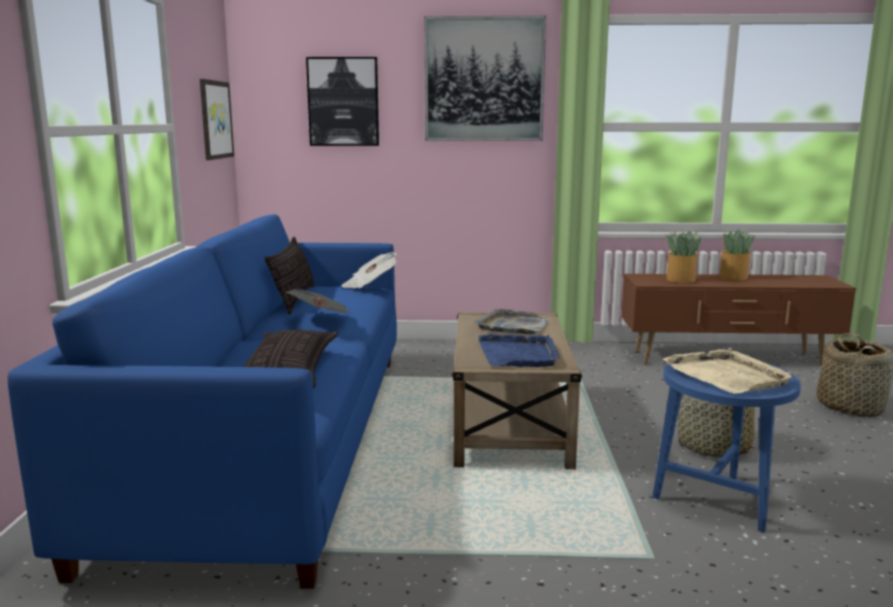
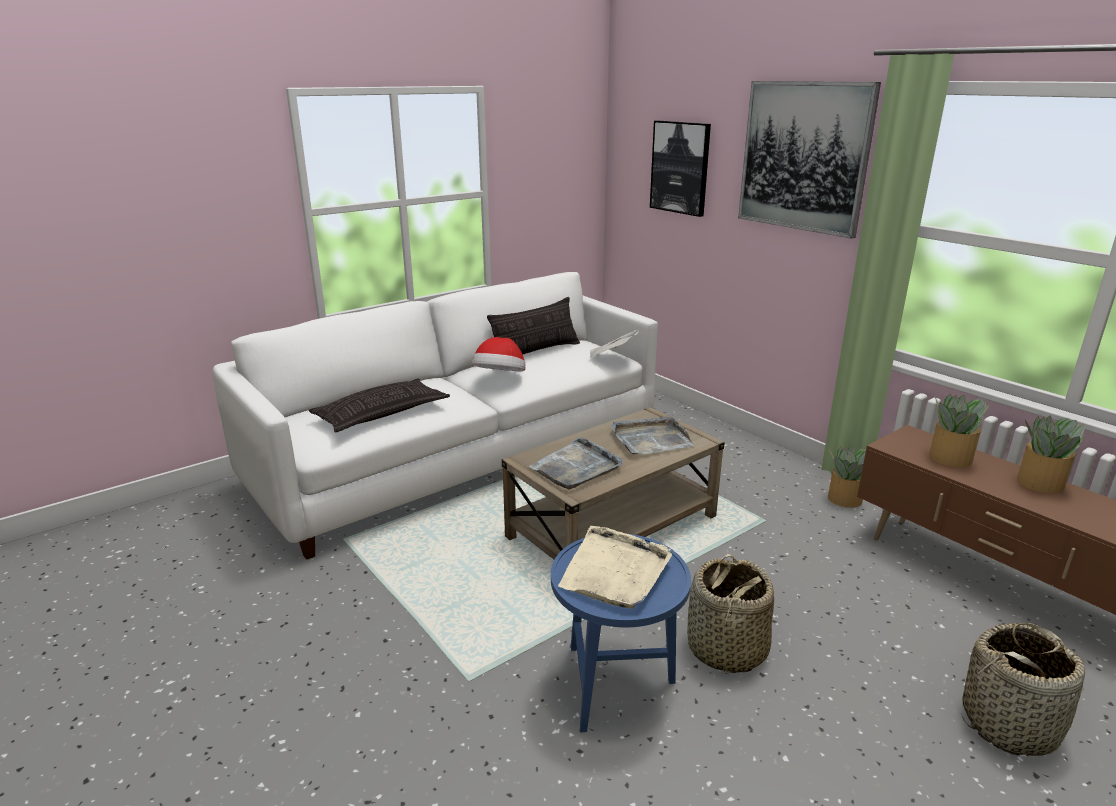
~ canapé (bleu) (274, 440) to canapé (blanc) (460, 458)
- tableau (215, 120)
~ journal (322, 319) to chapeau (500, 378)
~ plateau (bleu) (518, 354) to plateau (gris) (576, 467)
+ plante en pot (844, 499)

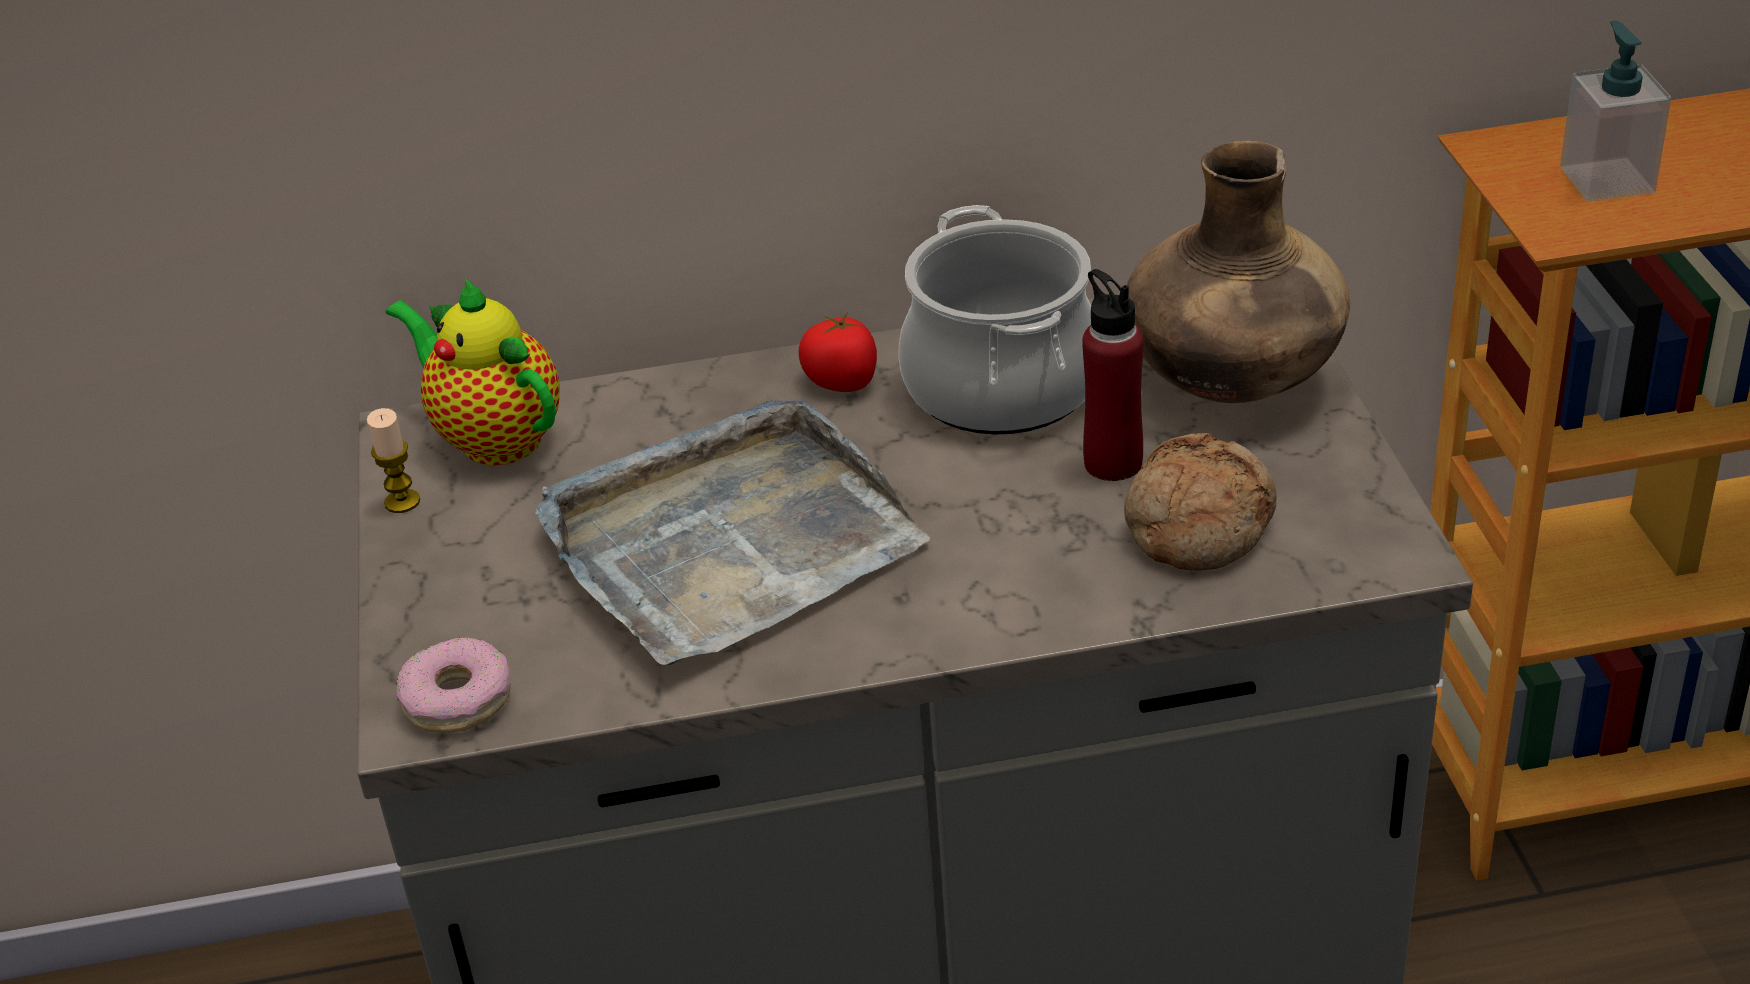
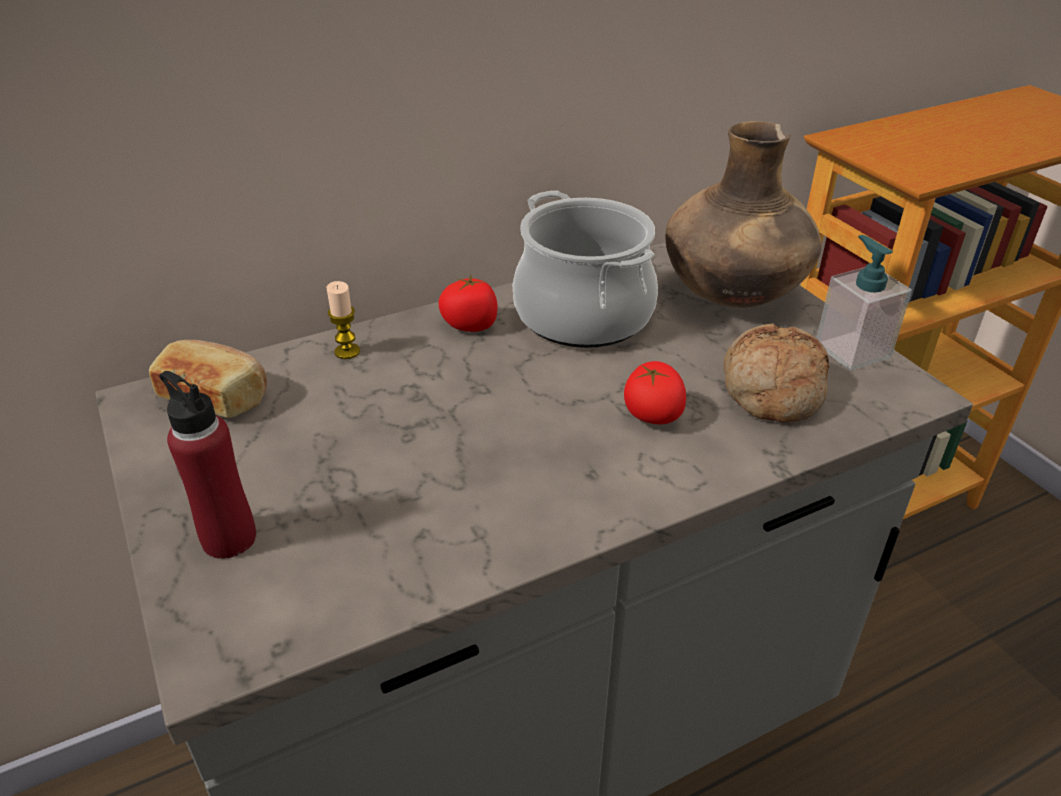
~ bougie (402, 502) to (347, 351)
~ théière (494, 437) to pain (215, 396)
- beignet (457, 699)
- plateau (gris) (728, 542)
~ bouteille (rouge) (1113, 463) to (229, 538)
~ distributeur de savon (1606, 179) to (852, 351)
+ tomate (652, 415)

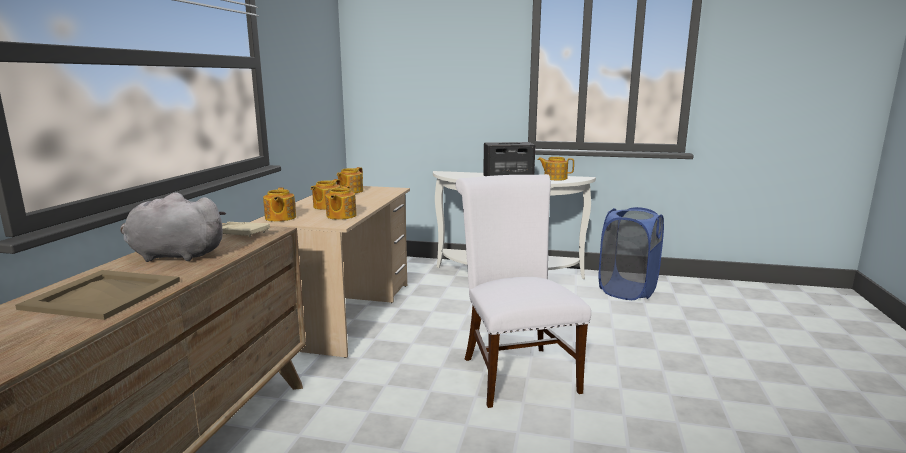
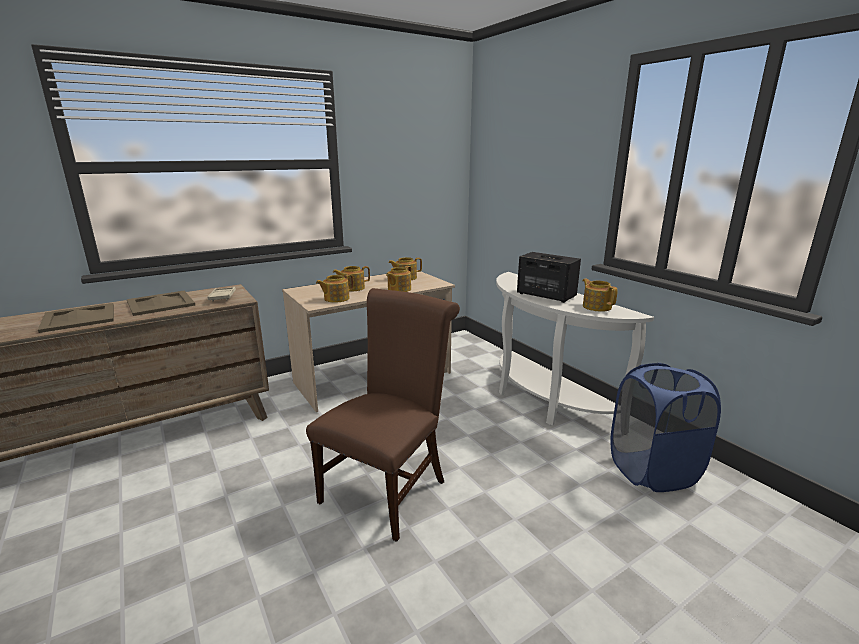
~ peluche (gris) (173, 256) to plateau (beige) (160, 303)
~ théière (280, 218) to (398, 289)
~ chaise (blanc) (516, 371) to chaise (marron) (388, 487)

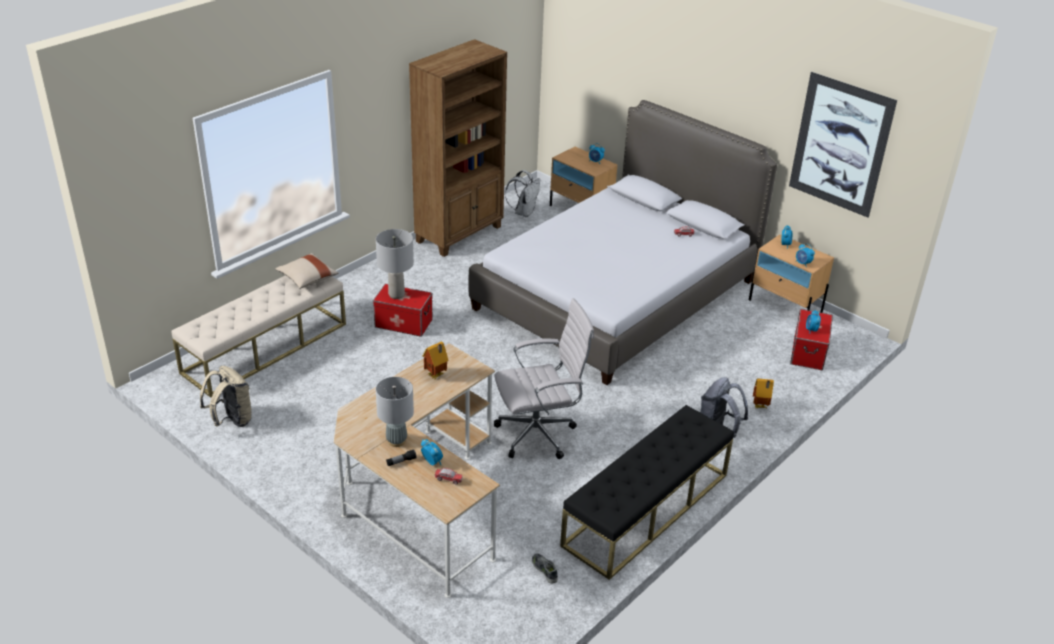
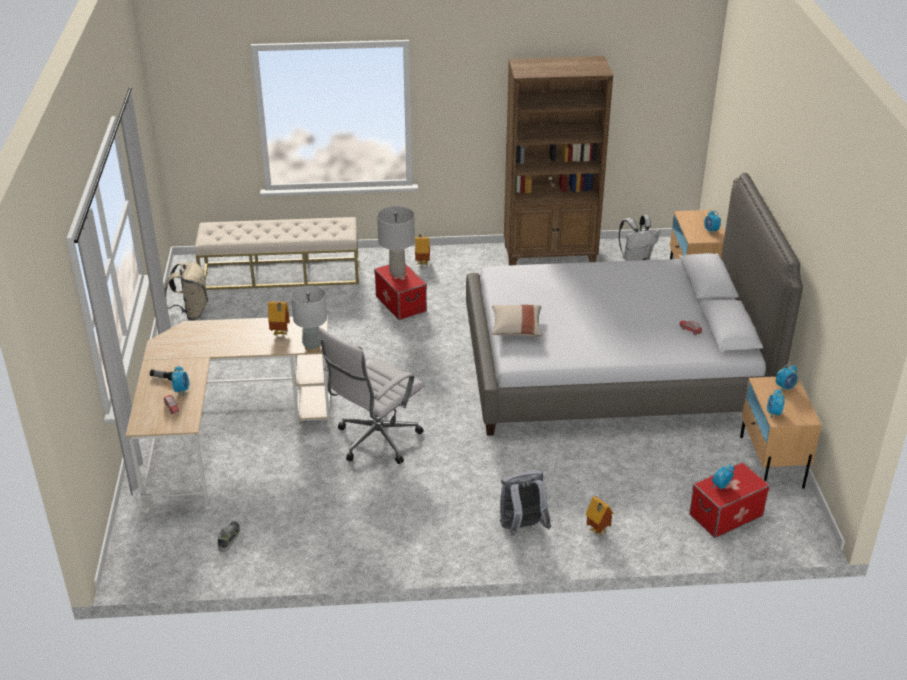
~ coussin (beige) (307, 279) to (516, 329)
~ lampe de table (gris) (396, 441) to (312, 347)
~ chaise de bureau (blanc) (539, 434) = (375, 441) 105 degrees clockwise
- banc (noir) (646, 510)
- tableau (840, 145)
+ maison miniature (422, 263)

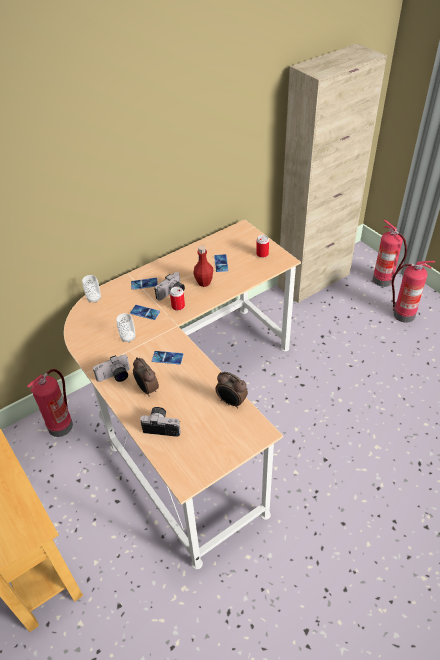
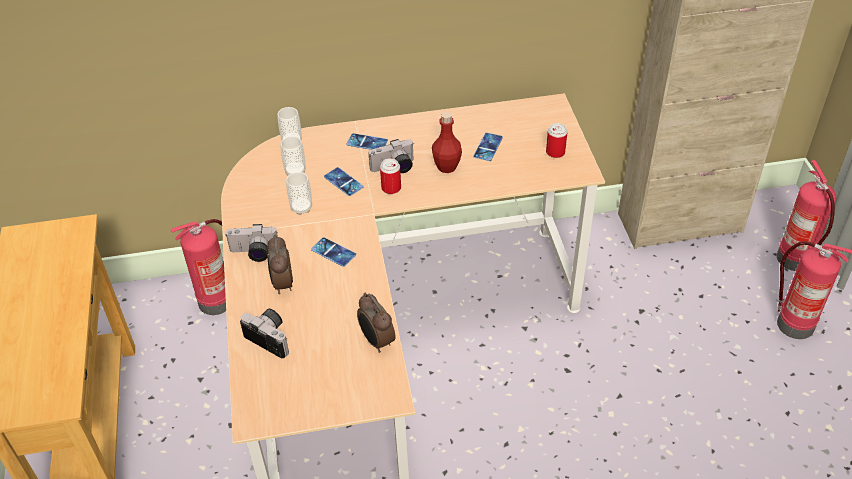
+ tasse (295, 171)

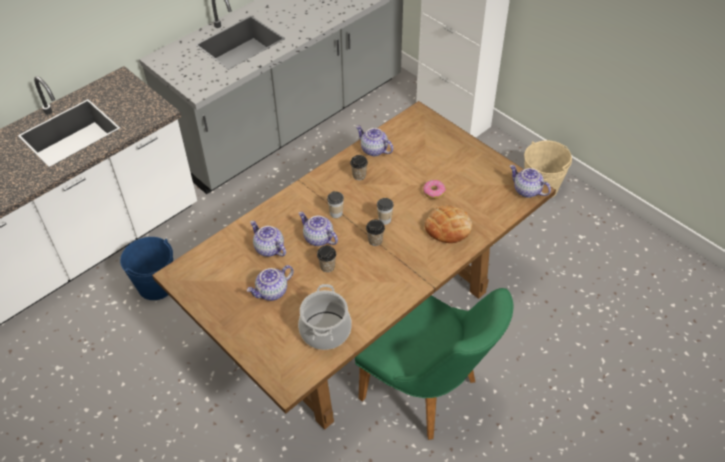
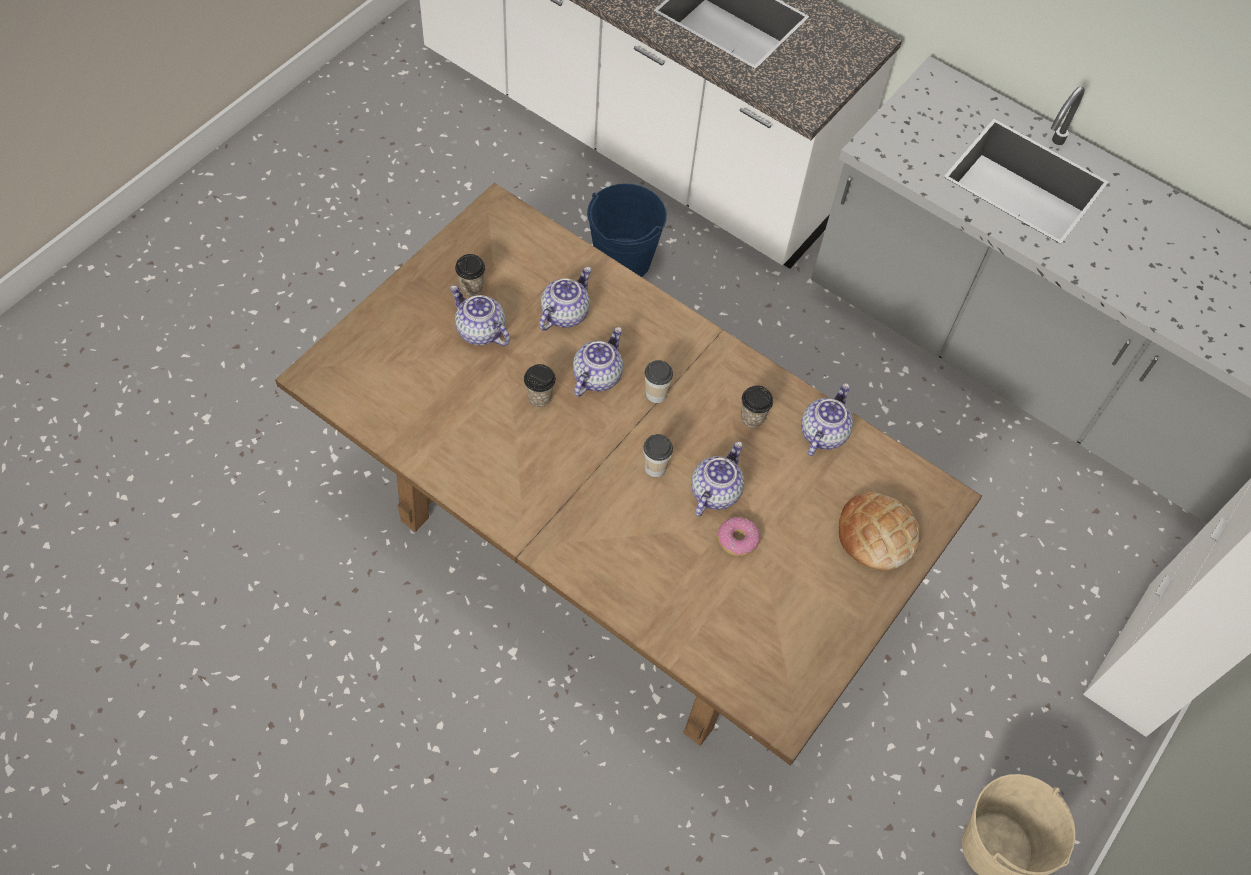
- marmite (325, 330)
- chaise (vert) (428, 393)
~ tasse (375, 240) to (471, 287)
~ pain (448, 227) to (876, 535)
~ théière (526, 190) to (714, 491)

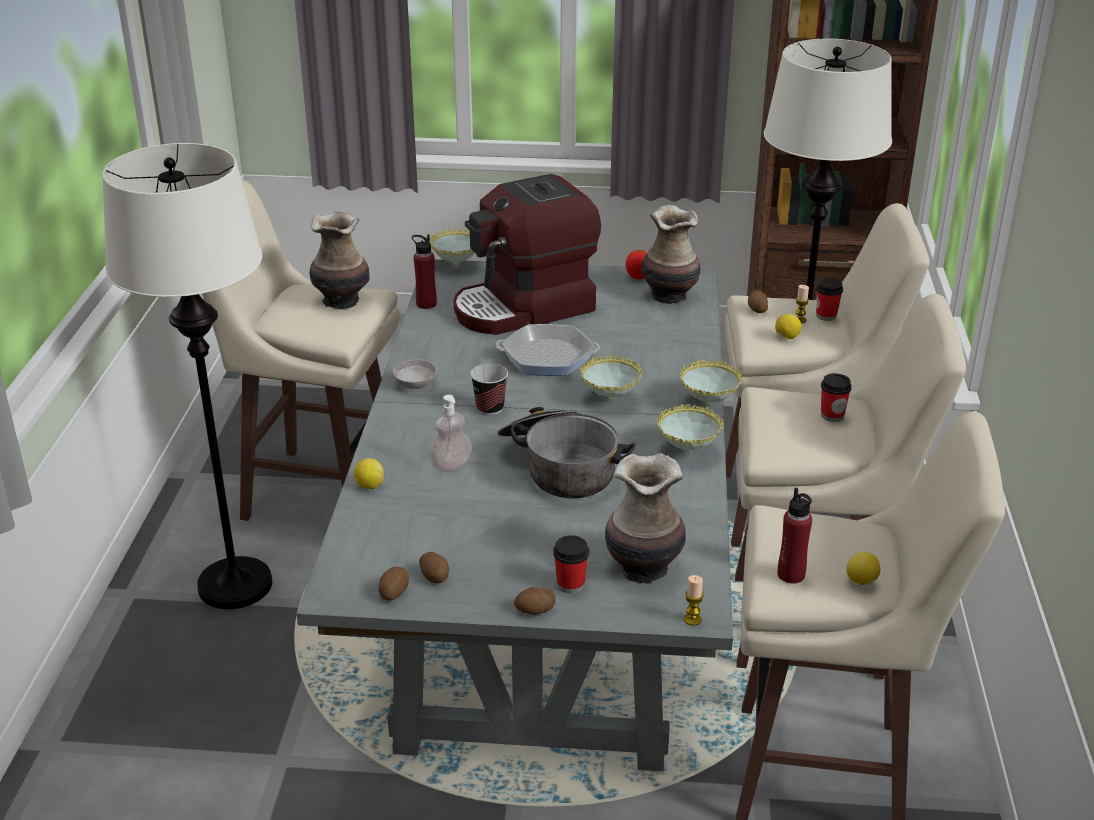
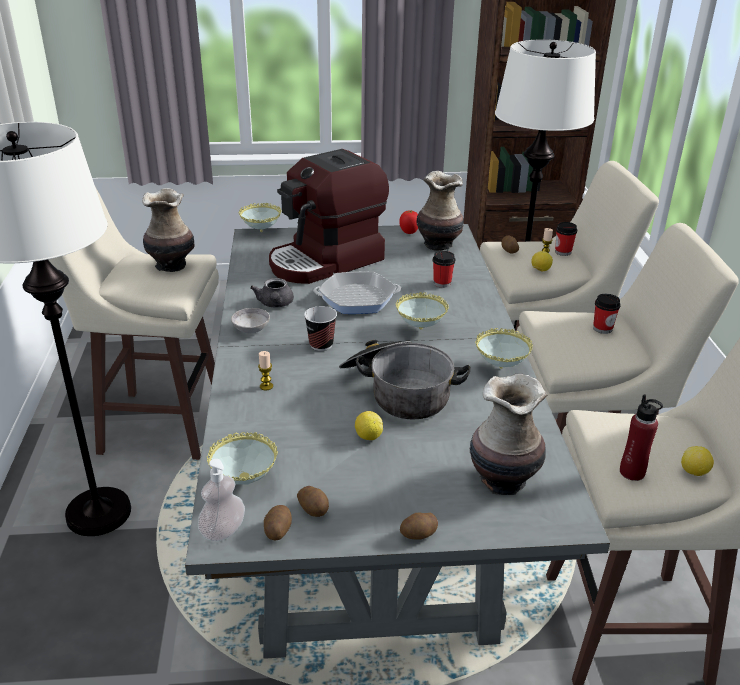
~ citron (369, 485) to (368, 436)
- bouteille (rouge) (426, 304)
~ distributeur de savon (451, 465) to (223, 531)
~ tasse (570, 584) to (442, 283)
~ bol (708, 404) to (245, 482)
~ bougie (692, 619) to (266, 386)
+ théière (gris) (275, 304)

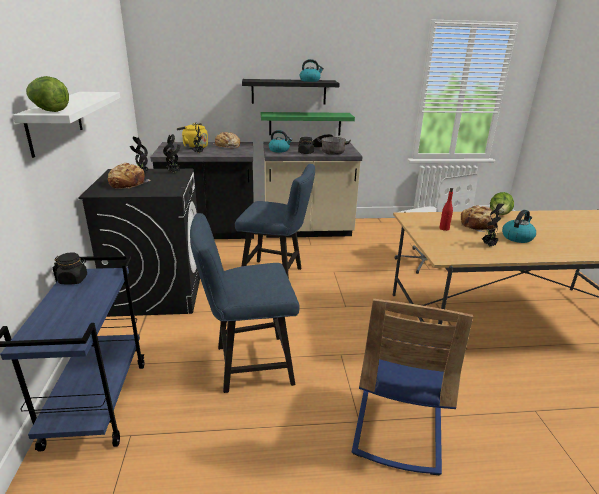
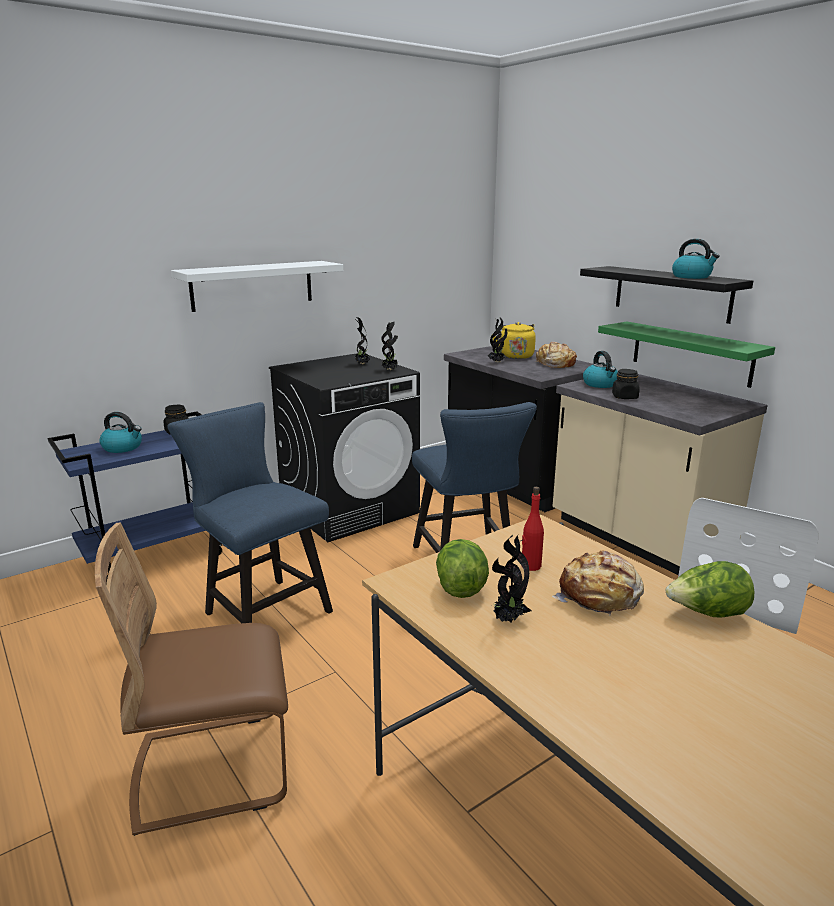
~ laitue (49, 111) to (460, 586)
- pain (128, 183)
- marmite (329, 151)
~ chaise (bleu) (398, 426) to chaise (marron) (213, 769)
~ bouilloire (517, 237) to (123, 447)

